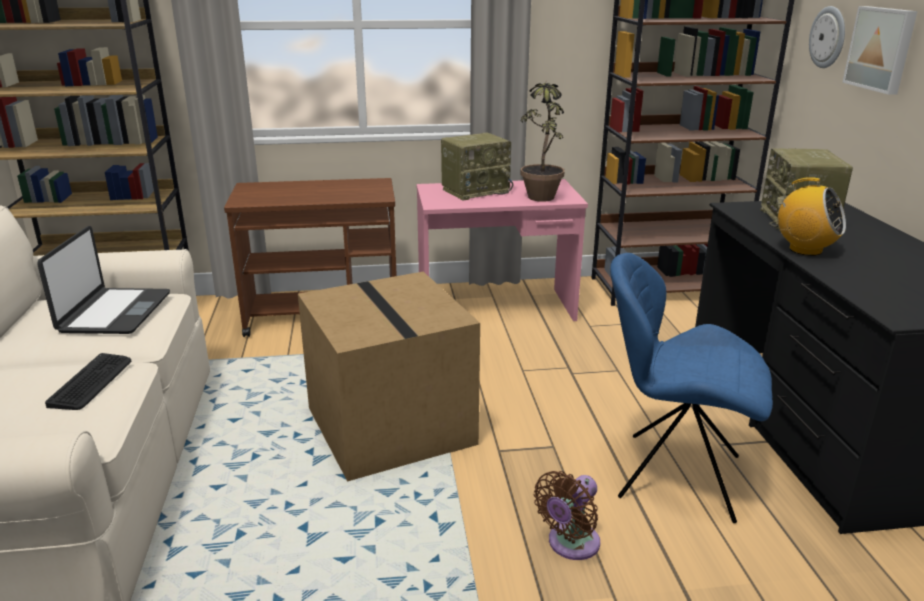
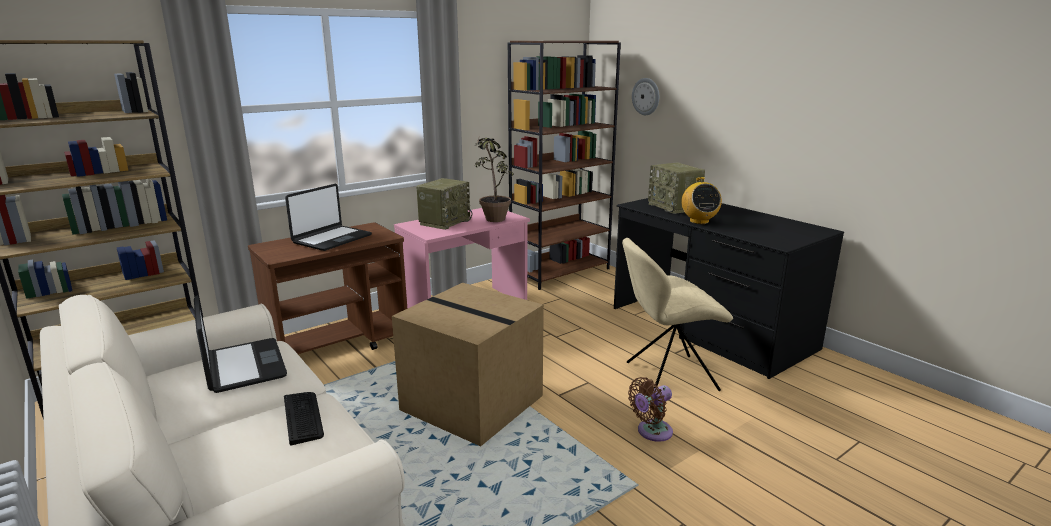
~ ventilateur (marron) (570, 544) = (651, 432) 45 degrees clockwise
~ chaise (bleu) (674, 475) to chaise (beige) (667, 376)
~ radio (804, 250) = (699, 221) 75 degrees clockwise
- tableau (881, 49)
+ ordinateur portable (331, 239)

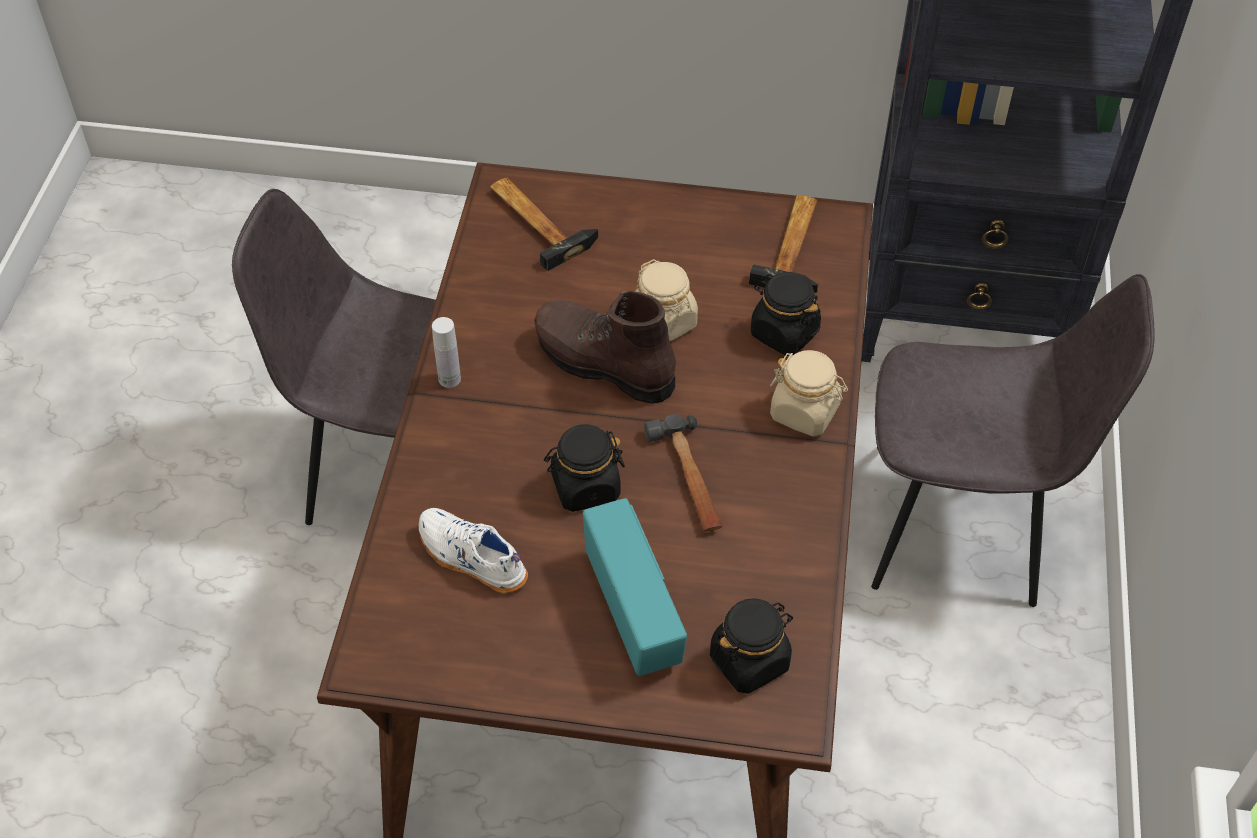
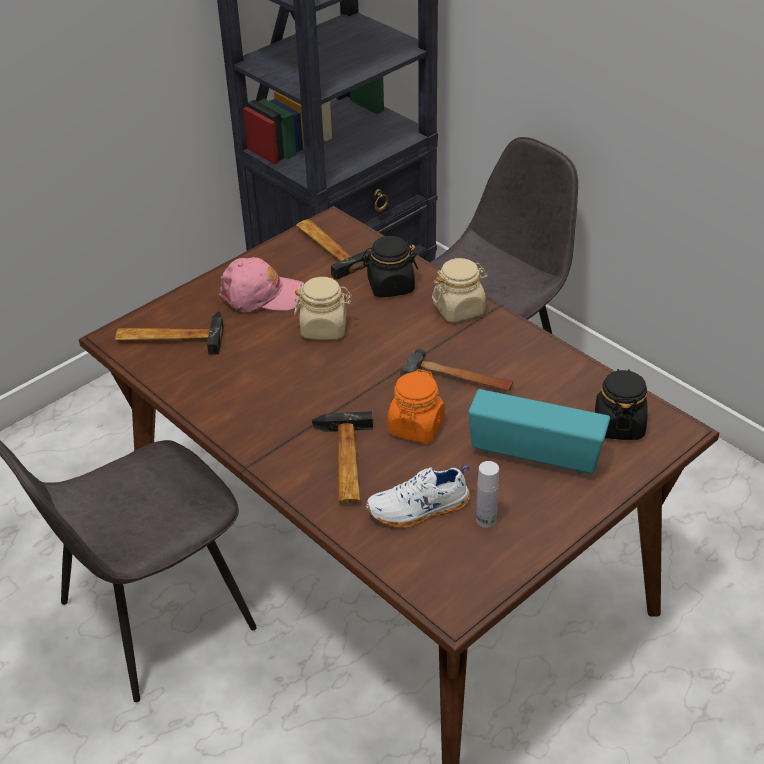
~ bouteille (blanc) (449, 379) to (486, 520)
- botte (marron) (603, 364)
~ bocal (noir) (585, 487) to bocal (orange) (416, 427)
+ casquette (rose) (262, 295)
+ marteau (344, 463)

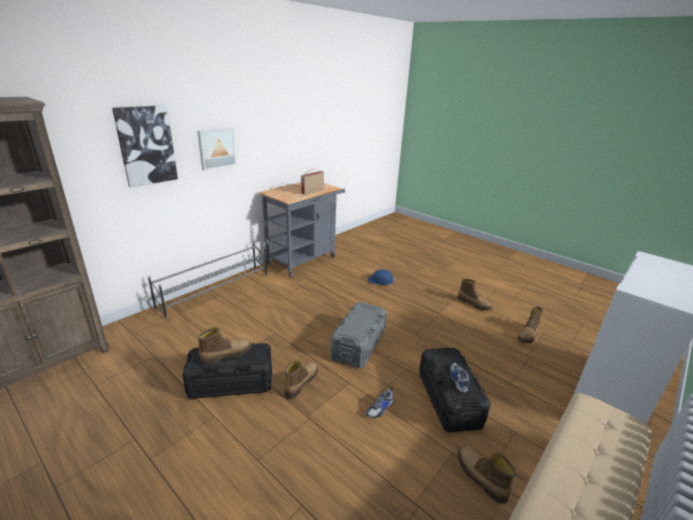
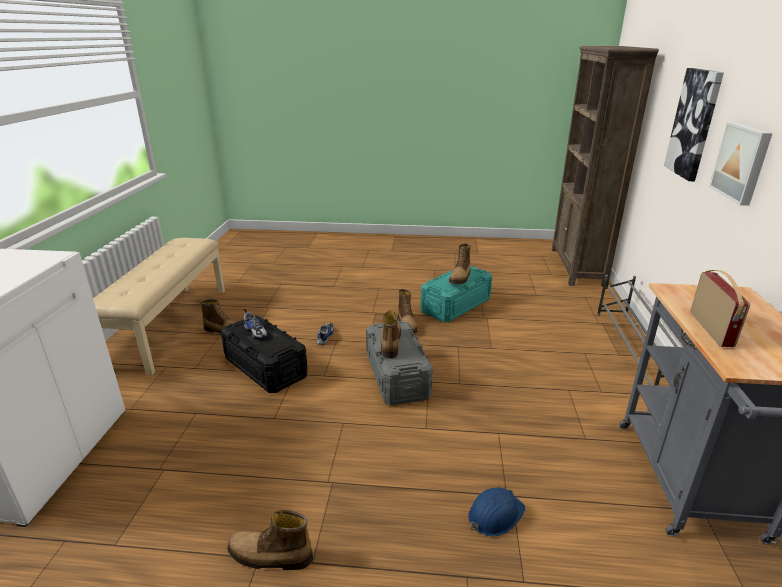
~ boîte de rangement (noir) (231, 382) to boîte de rangement (turquoise) (455, 305)
~ botte (528, 335) to (390, 343)

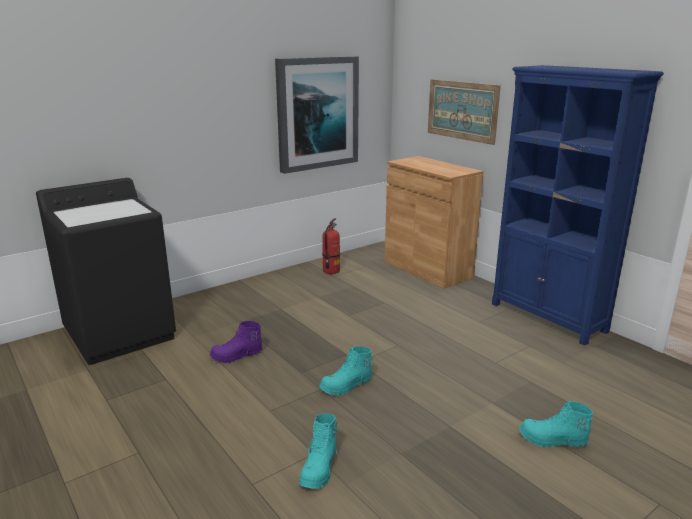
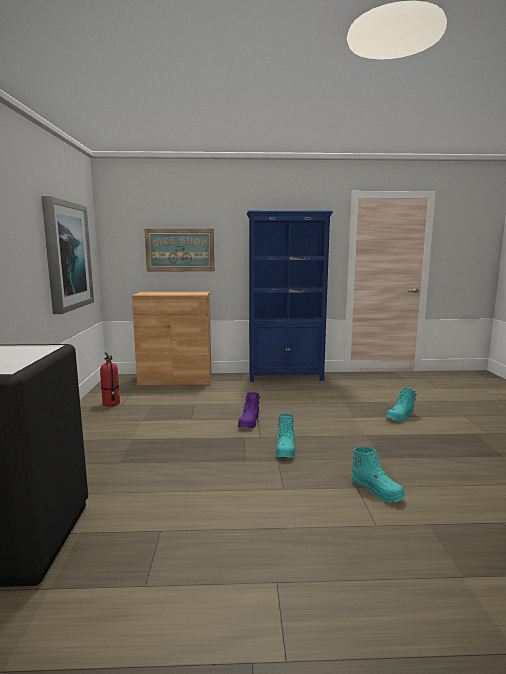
~ botte (violet) (236, 356) to (249, 423)

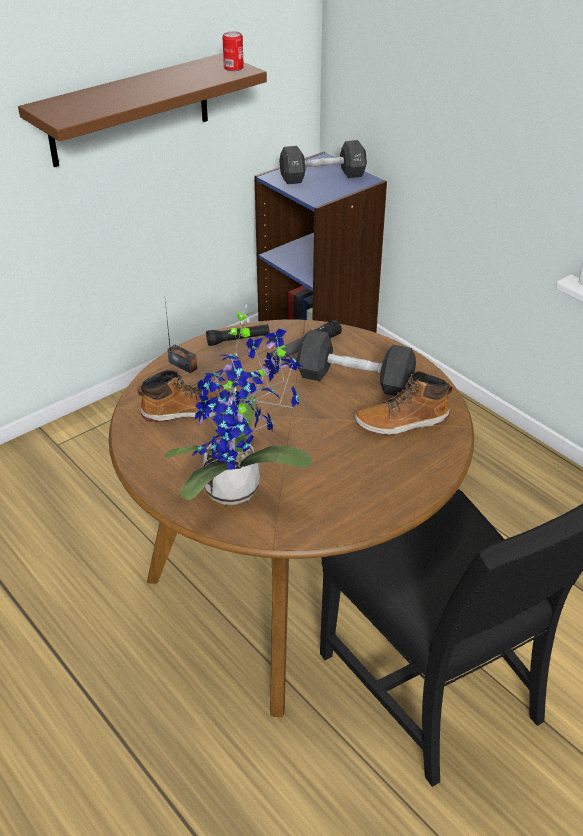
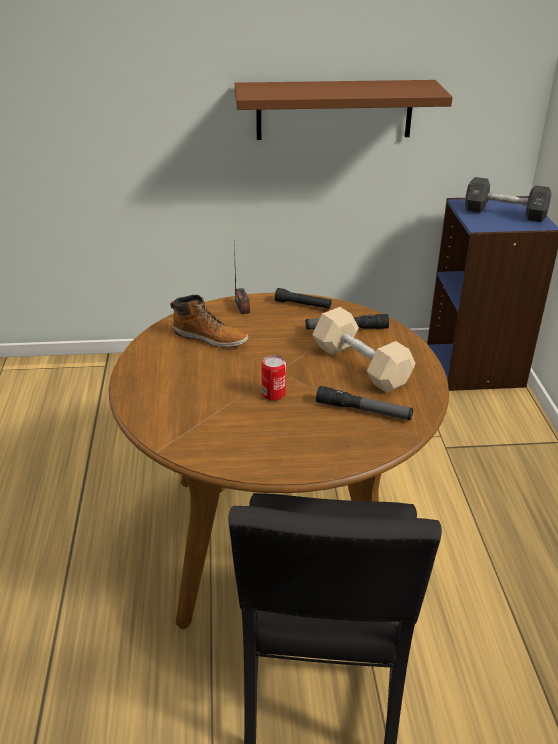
- plante en pot (239, 489)
~ boîte métallique (233, 68) to (273, 394)
~ haltère (noir) (355, 380) to haltère (beige) (361, 365)
~ botte (402, 422) to lampe de poche (363, 410)

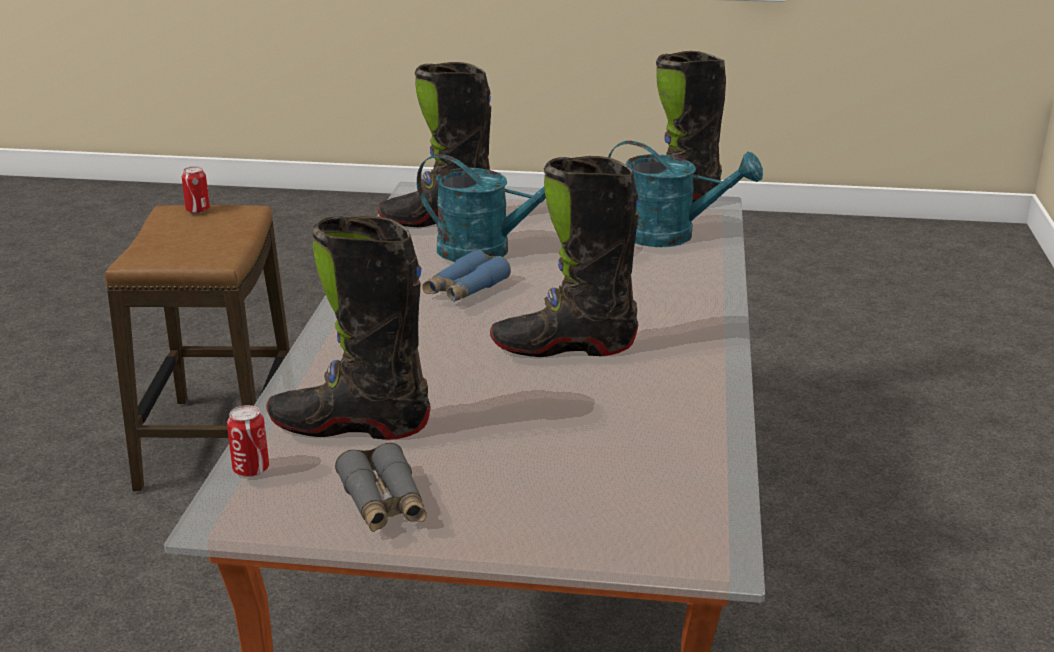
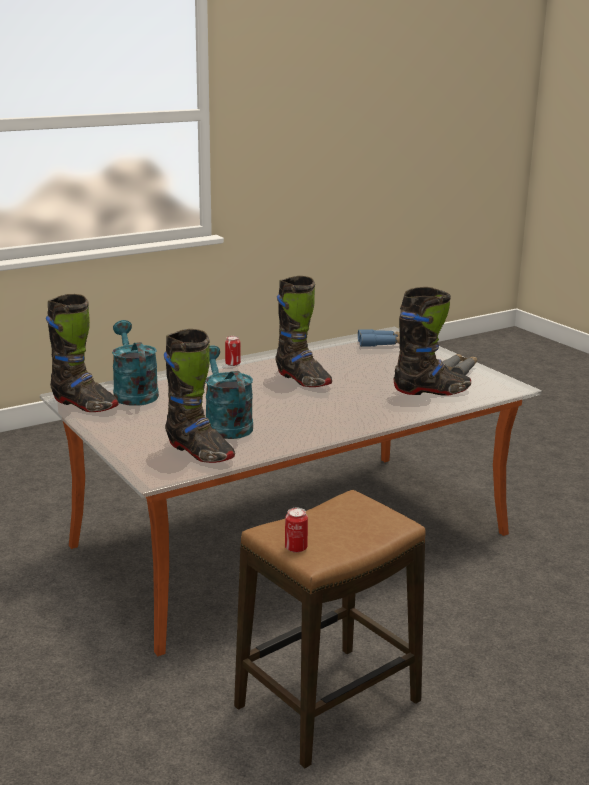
~ boîte métallique (251, 469) to (233, 364)
~ botte (noir) (350, 426) = (431, 391) 60 degrees counterclockwise
~ jumelles (bleu) (465, 289) to (380, 343)

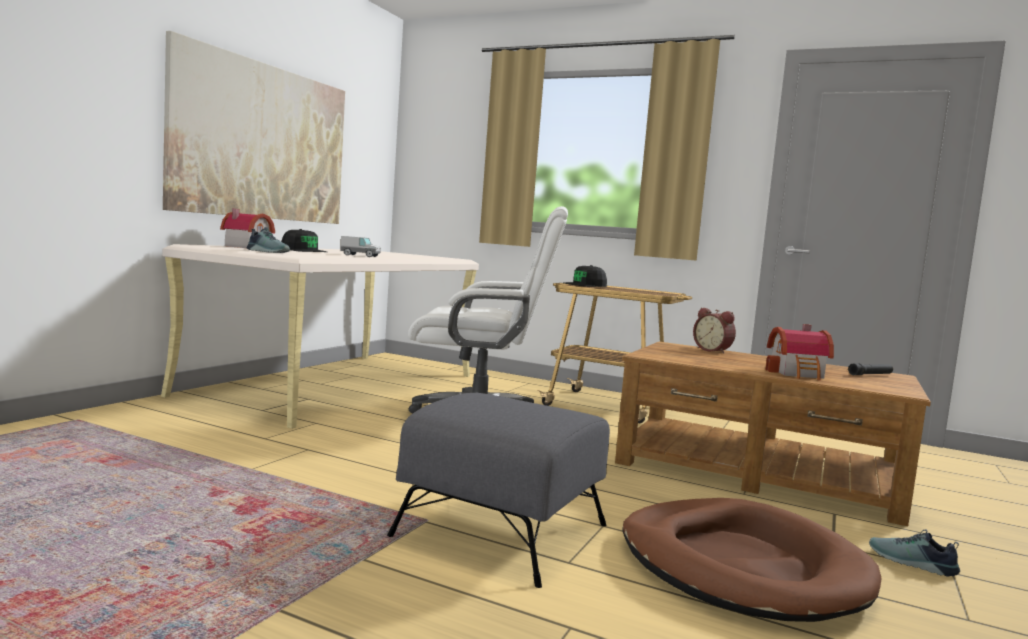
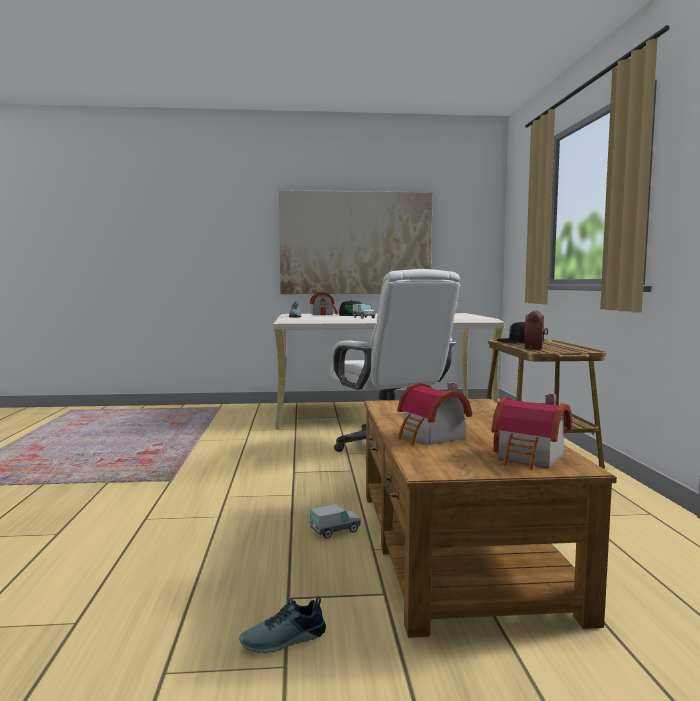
- pouf (gris) (502, 531)
- panier pour chien (marron) (741, 566)
~ réveil (713, 350) to (536, 348)
~ lampe de poche (noir) (870, 374) to maison miniature (531, 458)
~ chaussure (911, 563) = (284, 641) 120 degrees counterclockwise
+ camion jouet (335, 531)

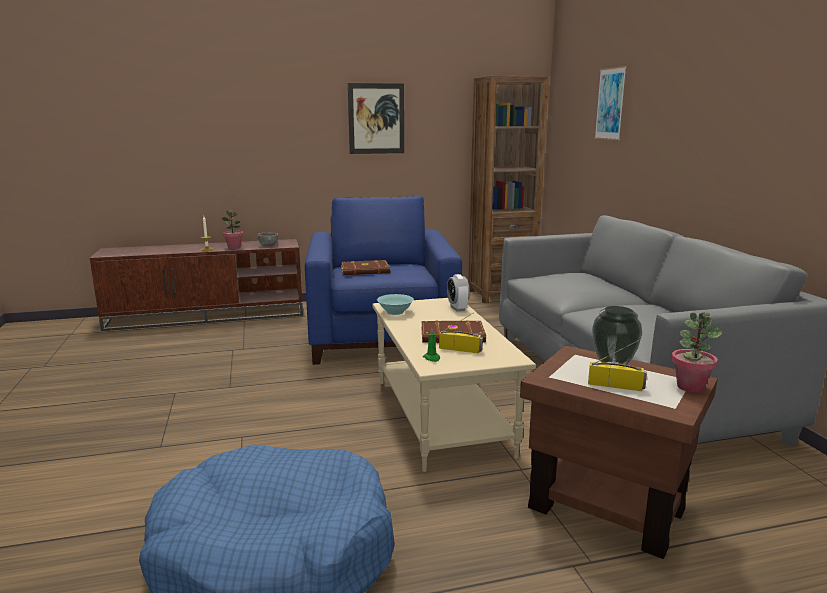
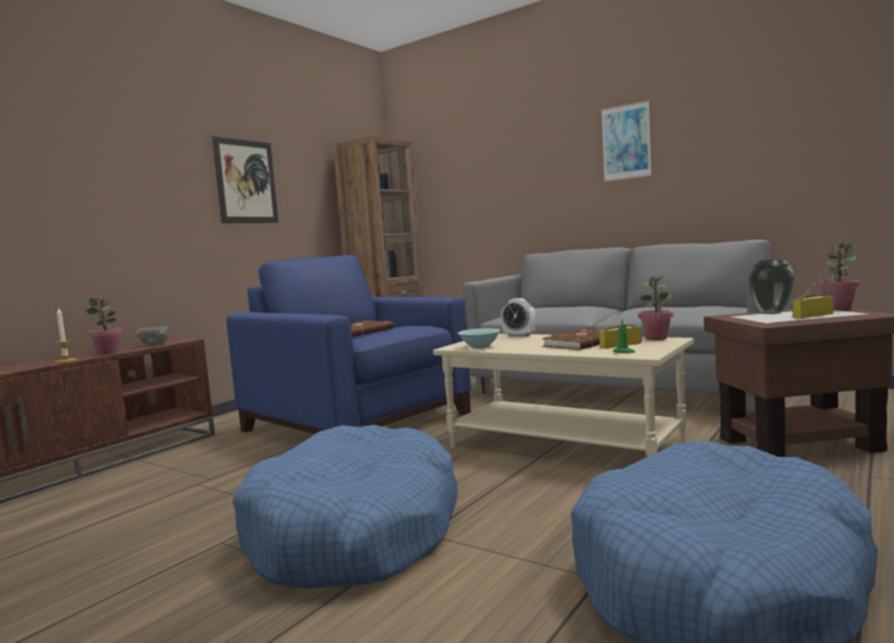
~ tableau (610, 104) to (626, 142)
+ panier pour chien (bleu) (355, 532)
+ plante en pot (656, 338)

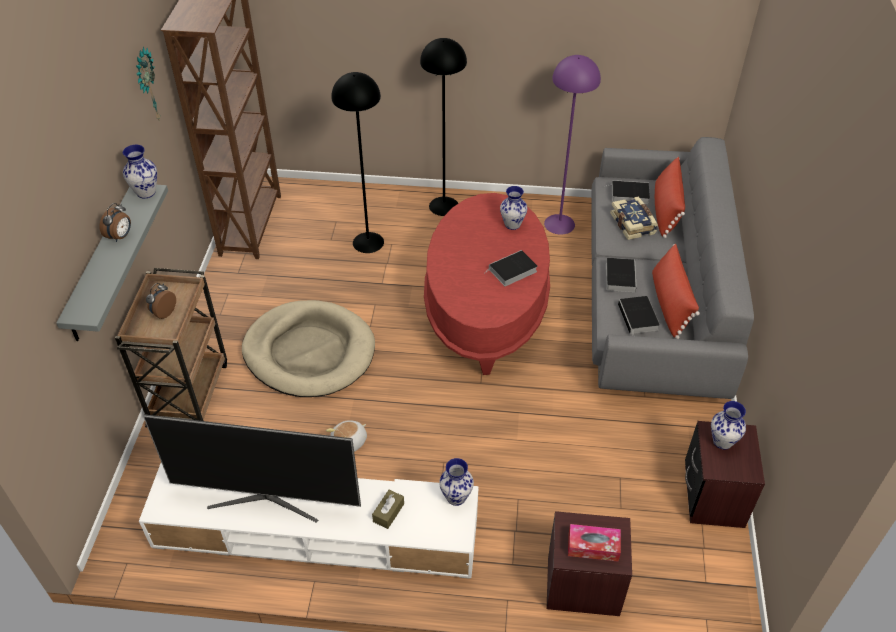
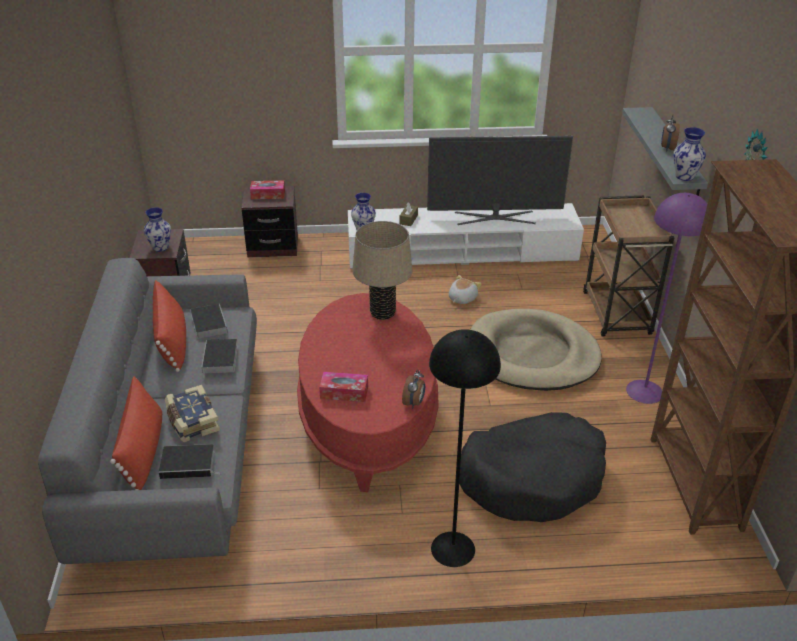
~ réveil (163, 312) to (414, 402)
~ lampadaire (noir) (368, 242) to panier pour chien (noir) (532, 478)
- livre (512, 271)
~ vase (512, 224) to boîte à mouchoirs (344, 392)
~ lampadaire (violet) (559, 224) to (644, 391)
+ lampe de table (beige) (382, 313)

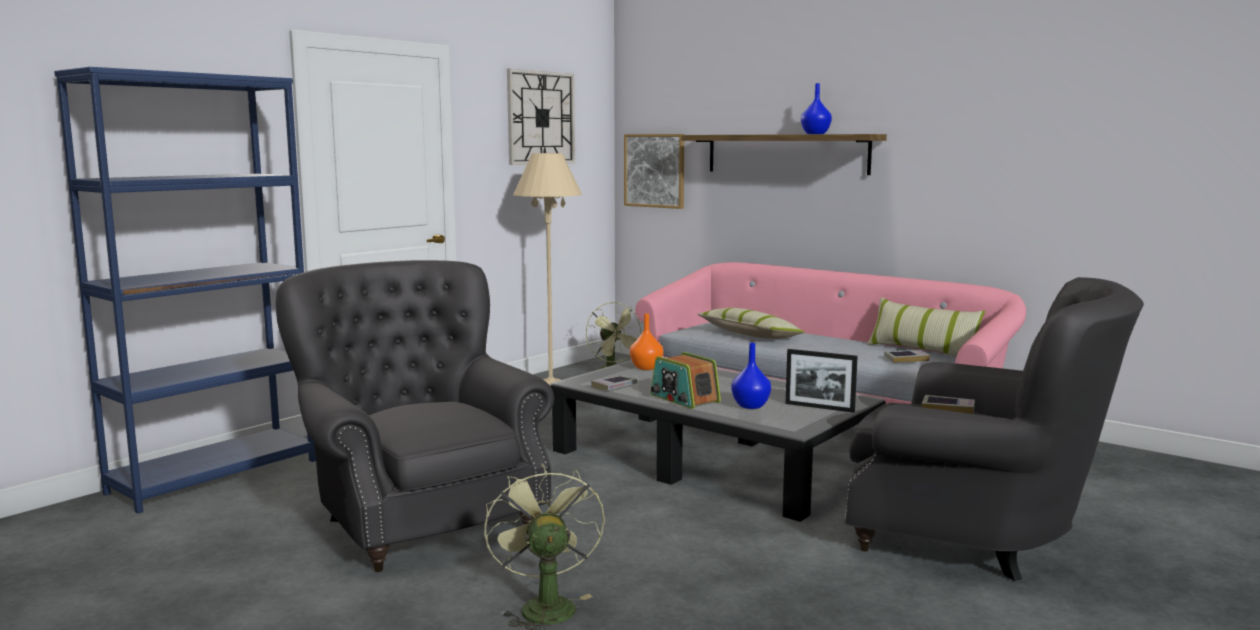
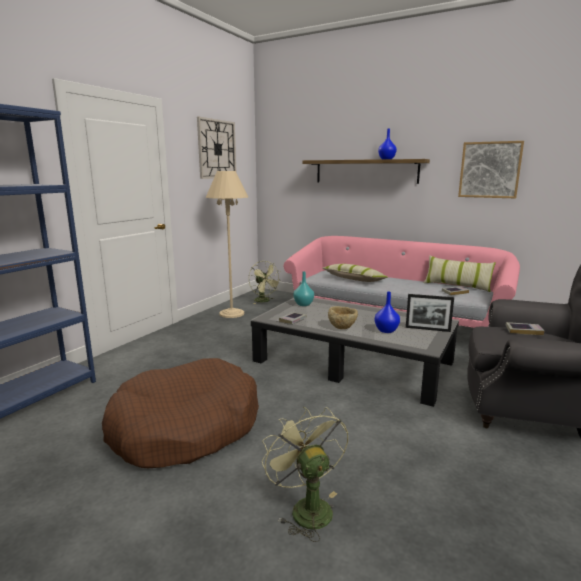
~ fauteuil (gris) (421, 518) to panier pour chien (marron) (185, 427)
~ tableau (654, 170) to (489, 170)
~ vase (orange) (646, 367) to vase (turquoise) (303, 304)
~ radio (684, 399) to bol (beige) (342, 327)

